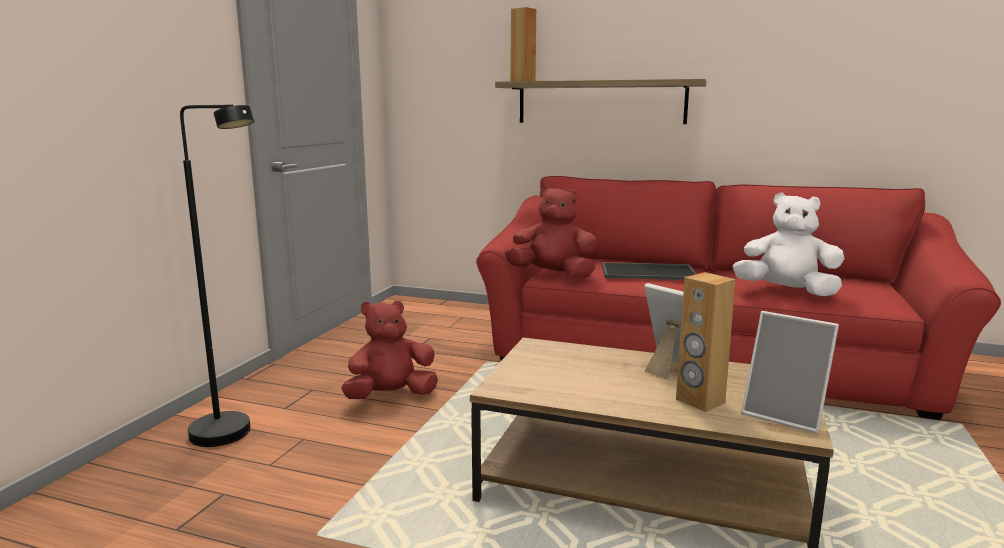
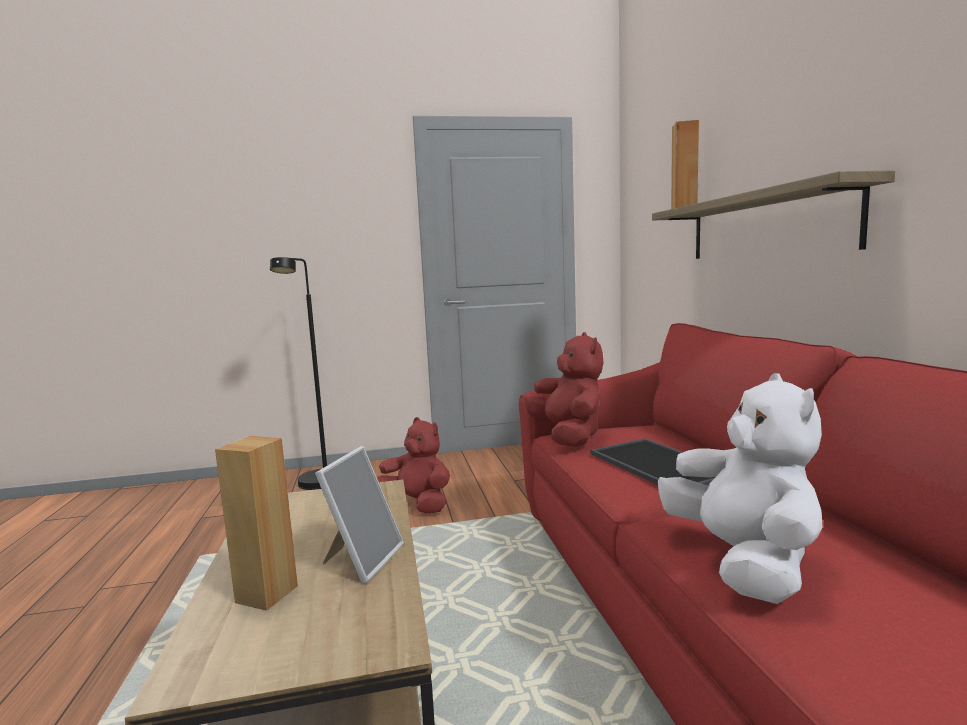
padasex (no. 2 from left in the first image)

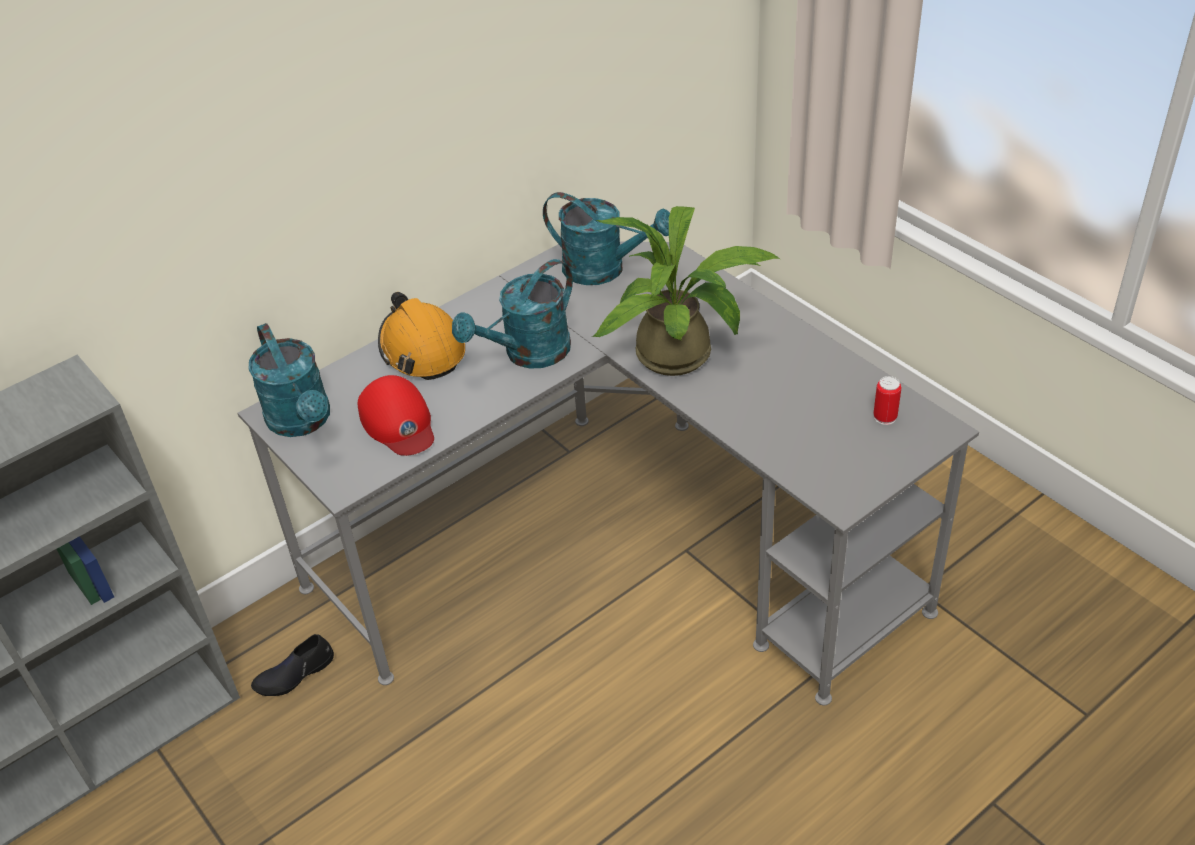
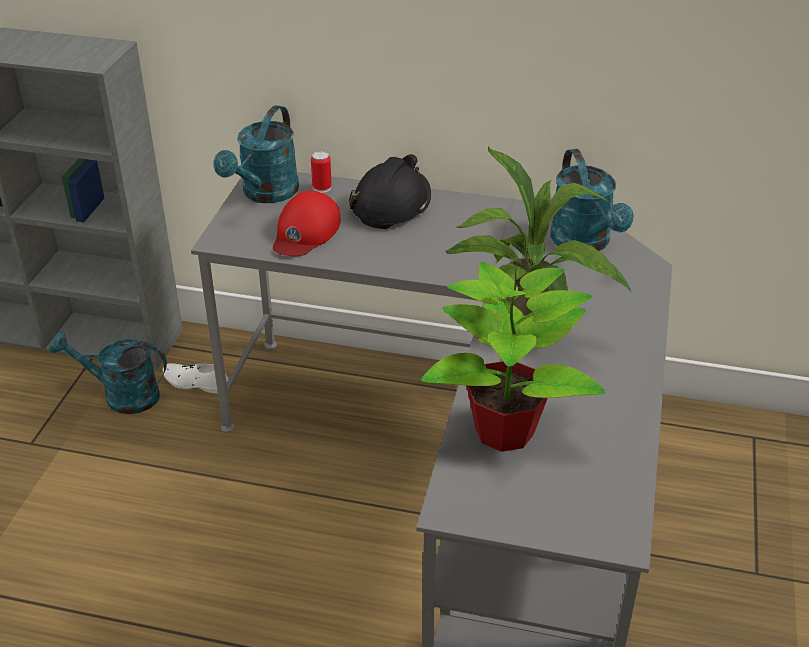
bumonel (no. 1 from left)
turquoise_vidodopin (no. 1 from left)
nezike
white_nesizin
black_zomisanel

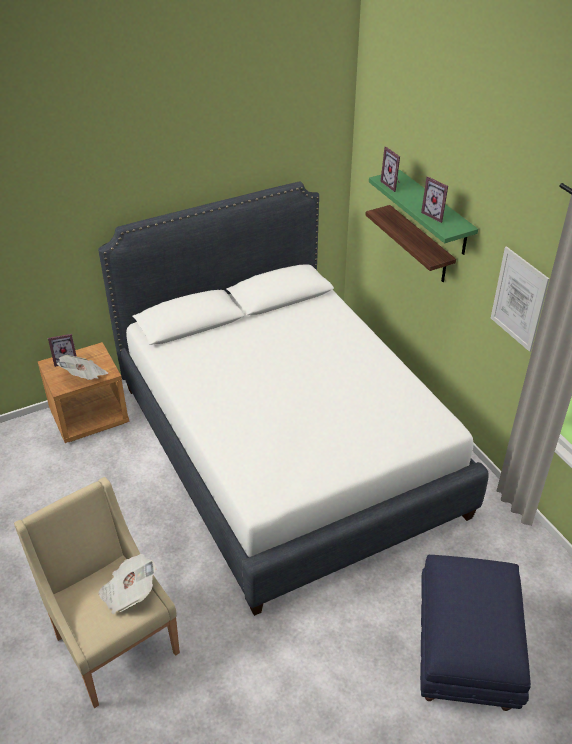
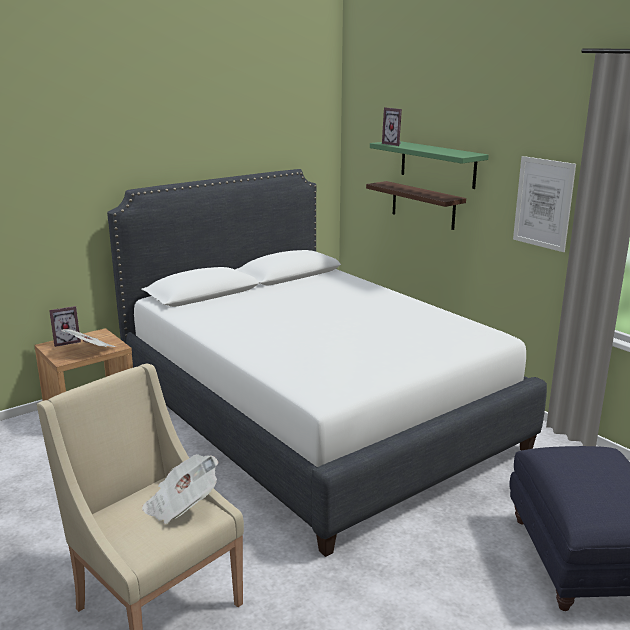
padasex (no. 3 from left in the first image)

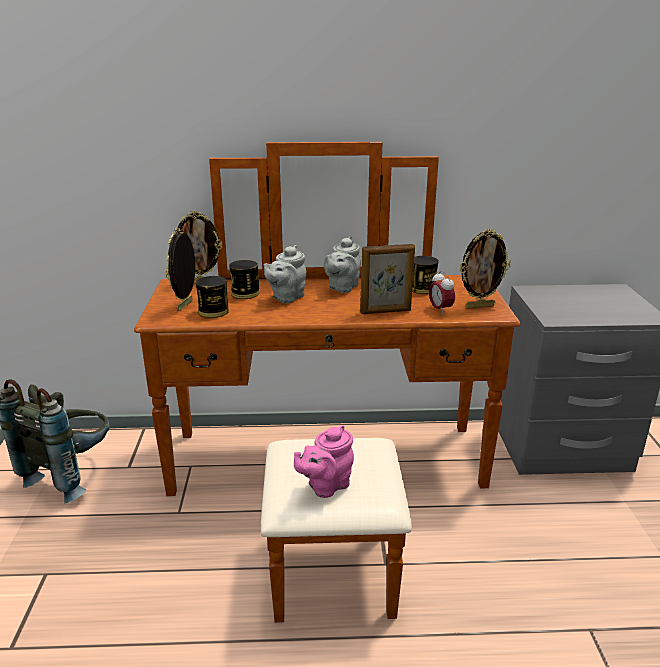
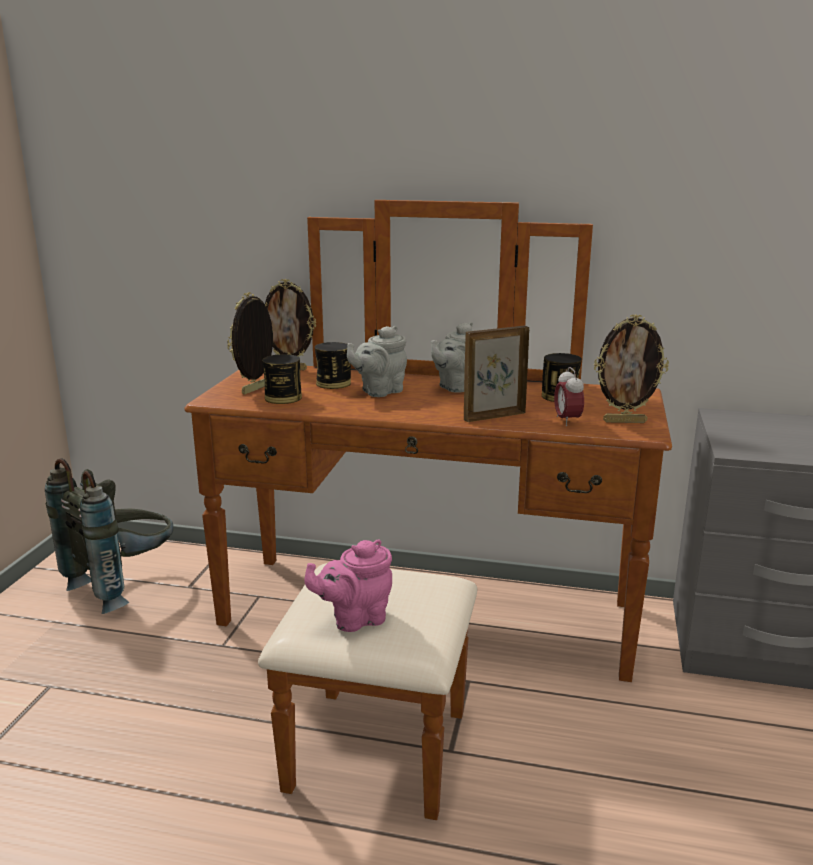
padasex (no. 3 from left)

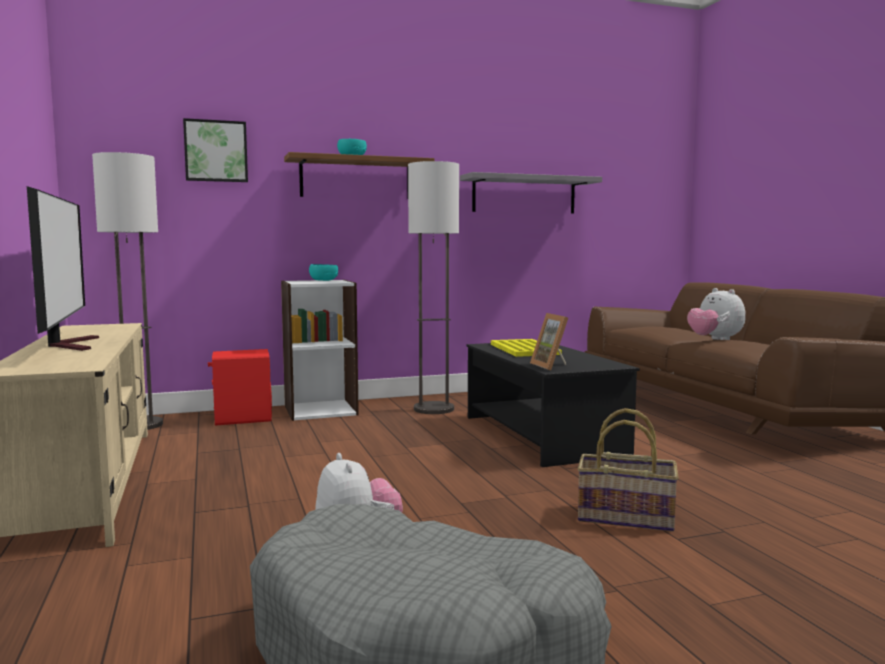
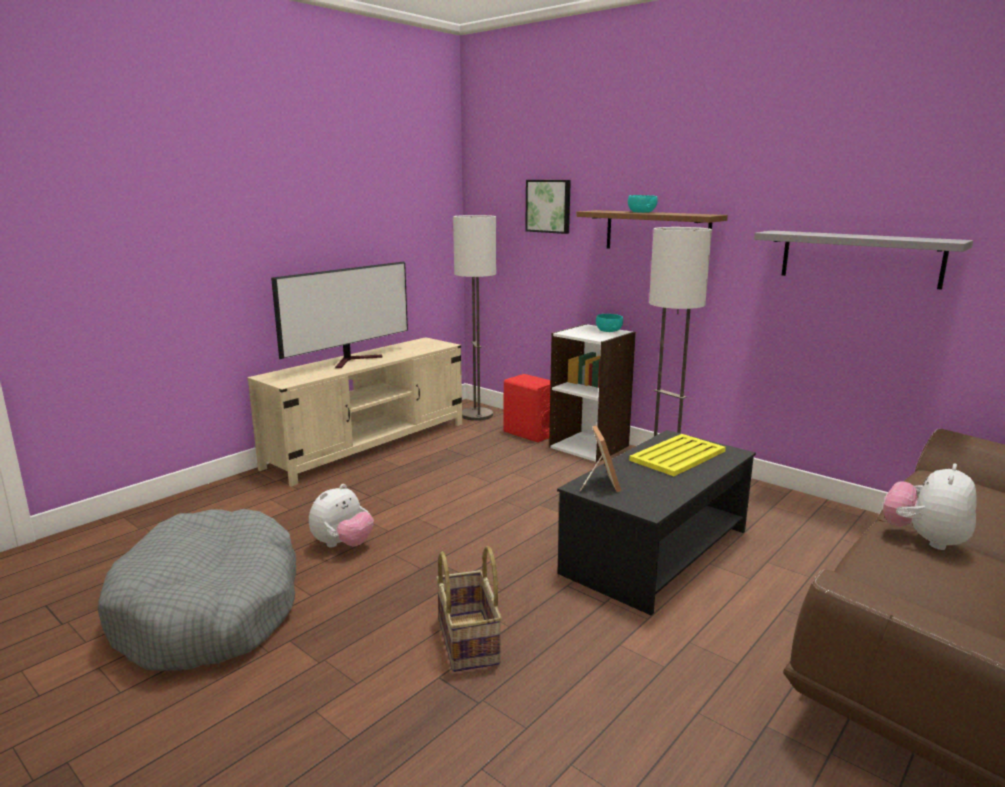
padasex

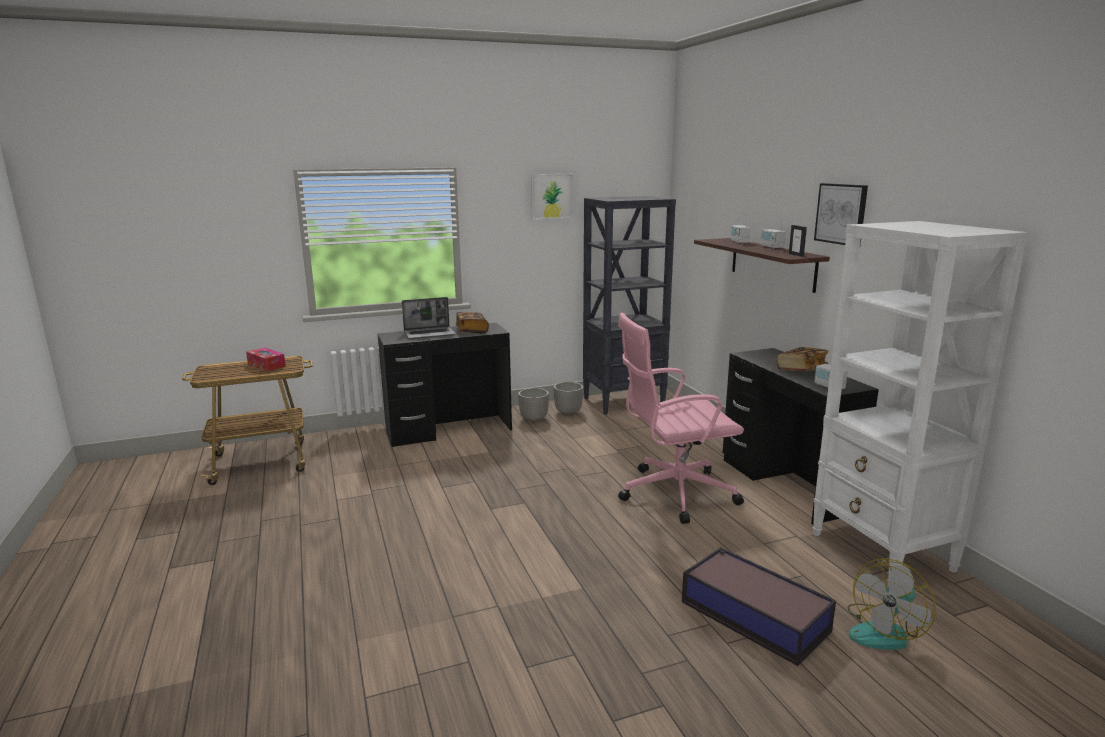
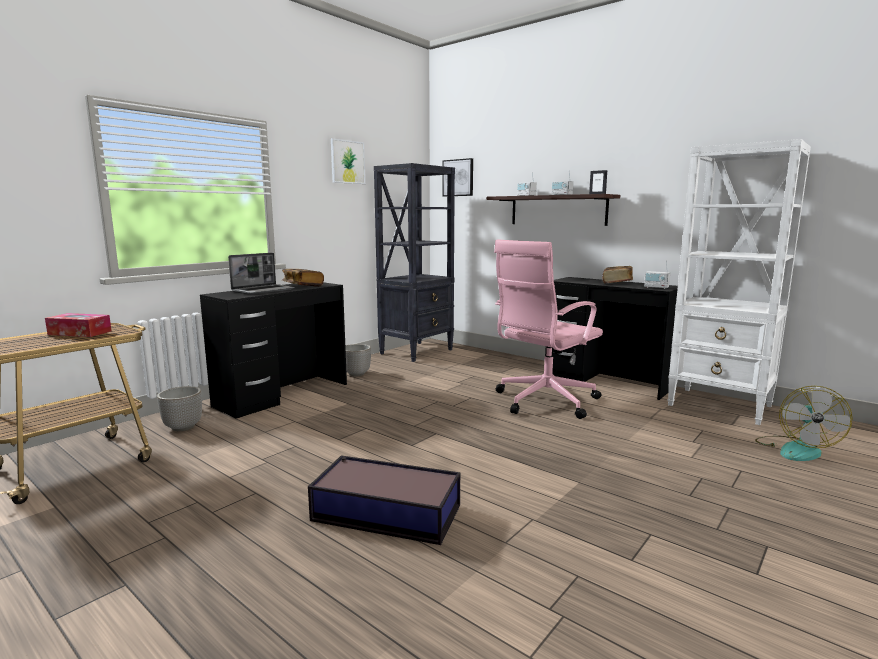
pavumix (no. 1 from left)
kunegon
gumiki (no. 2 from left)

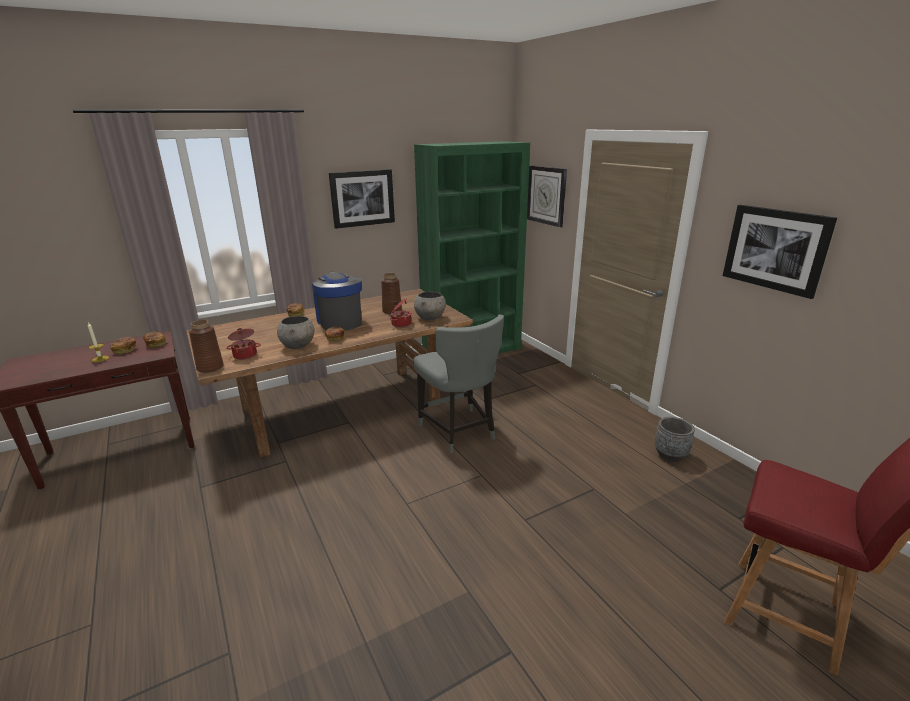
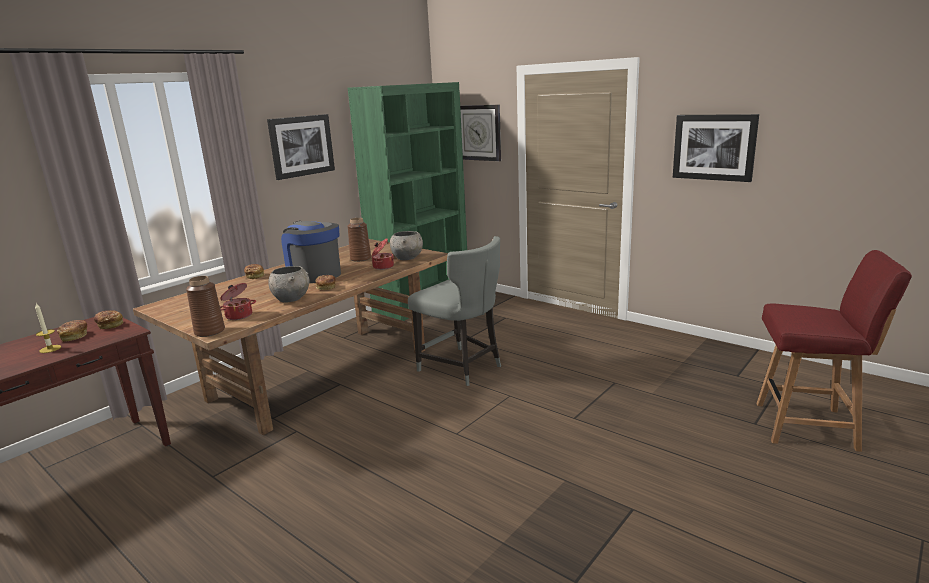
grey_pavumix

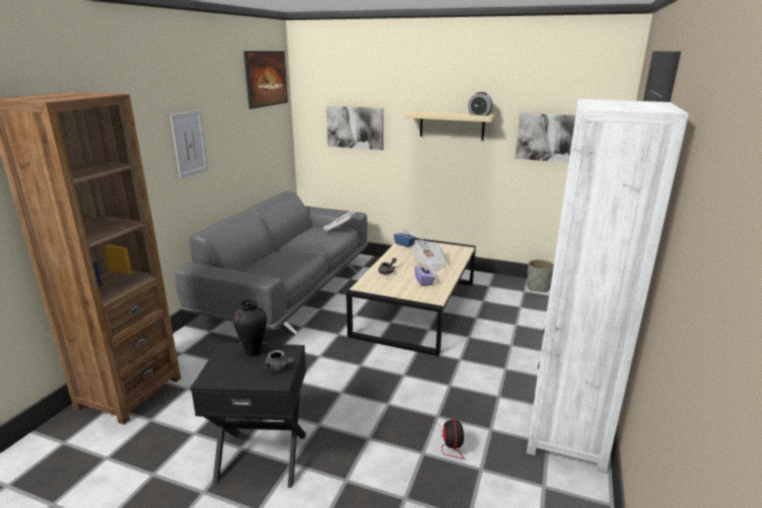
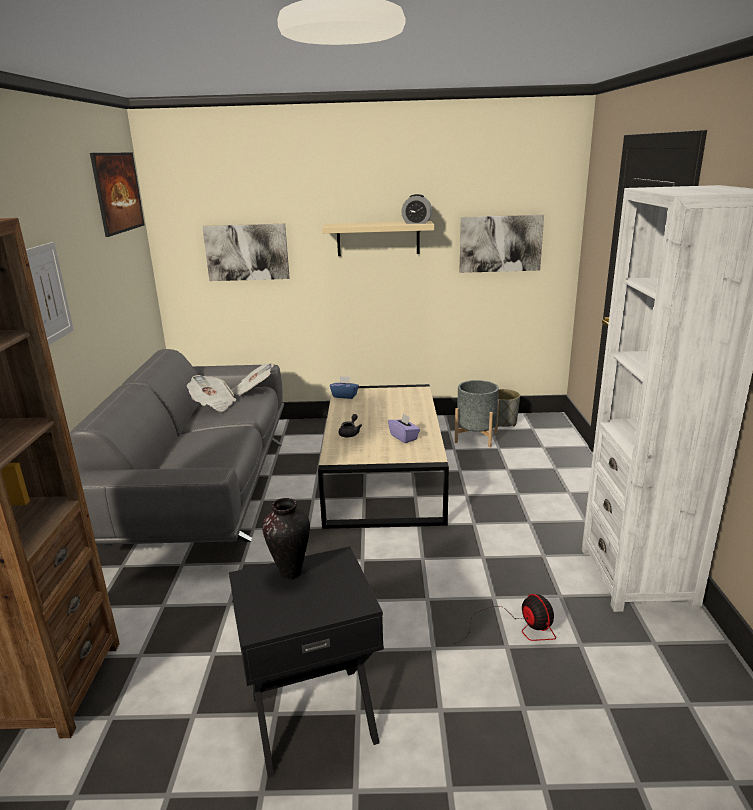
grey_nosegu (no. 1 from left in the first image)
grey_pavumix (no. 1 from left)
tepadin (no. 1 from left)

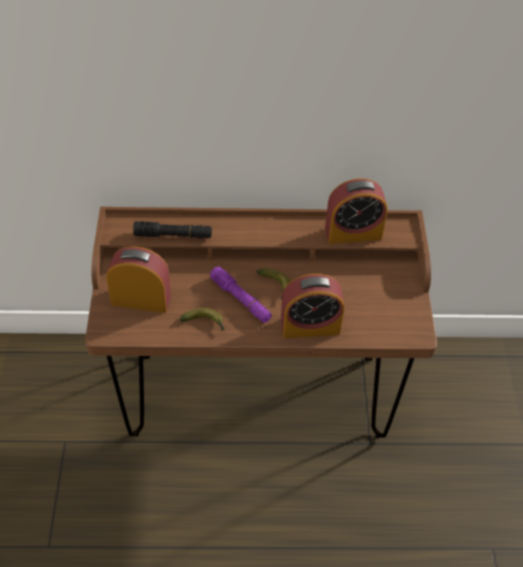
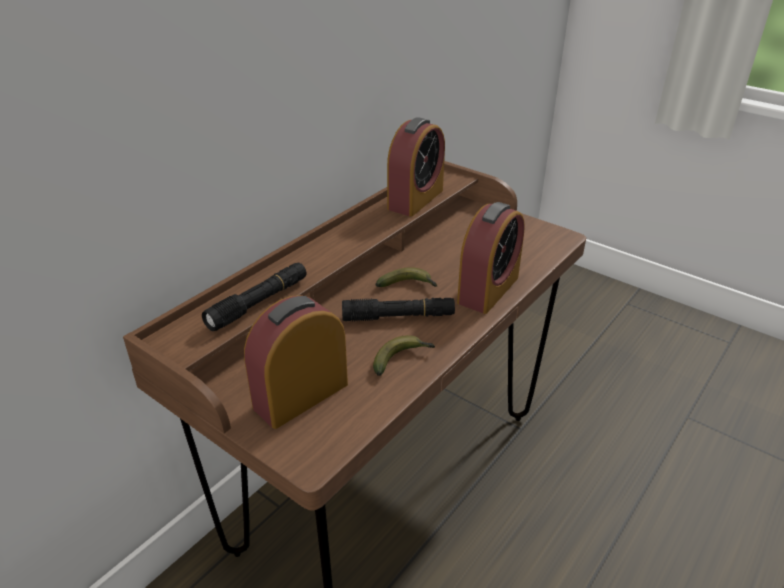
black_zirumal (no. 2 from left)

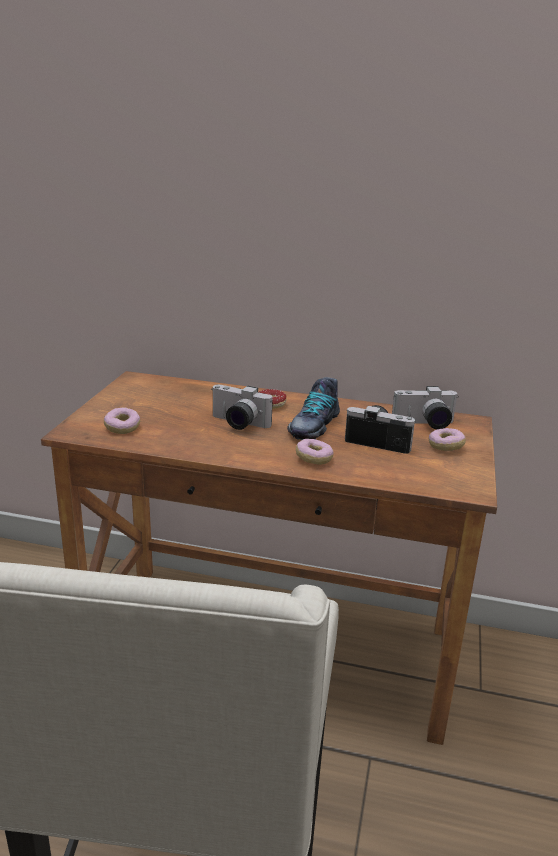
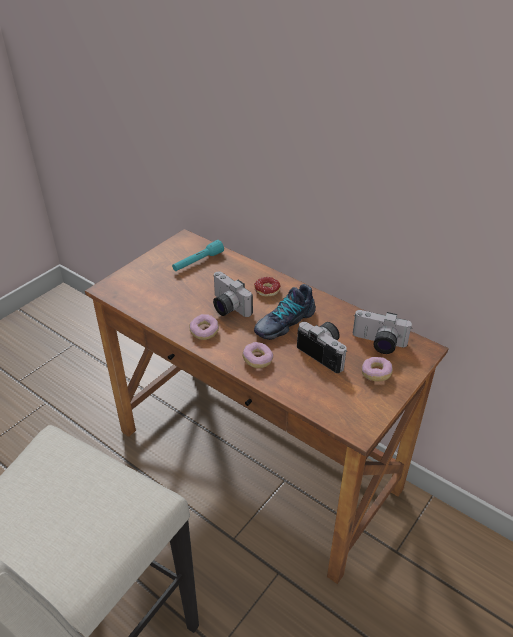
turquoise_zirumal
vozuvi (no. 1 from left)

